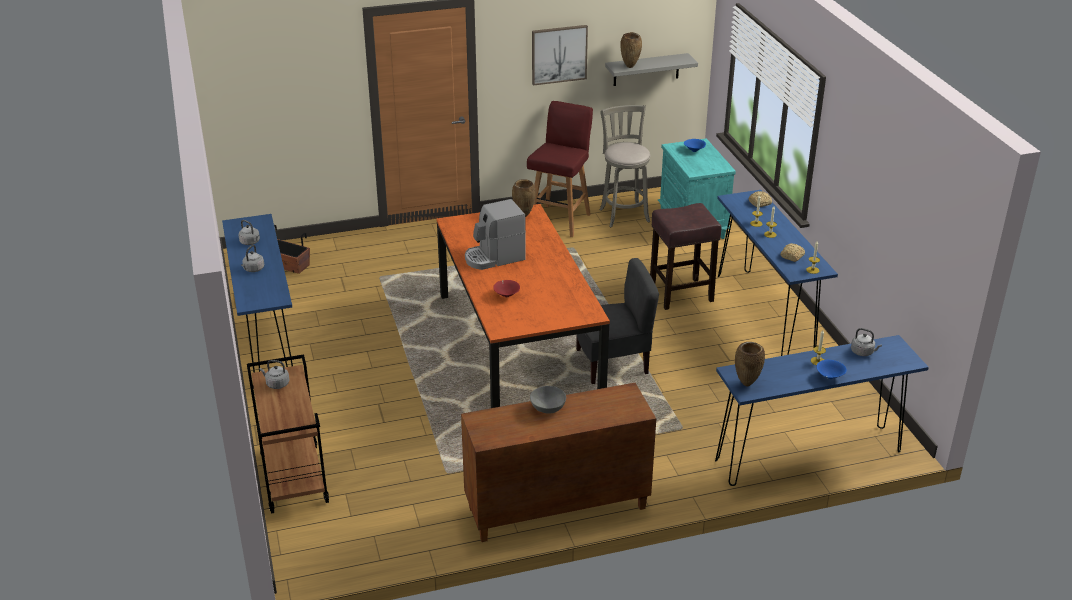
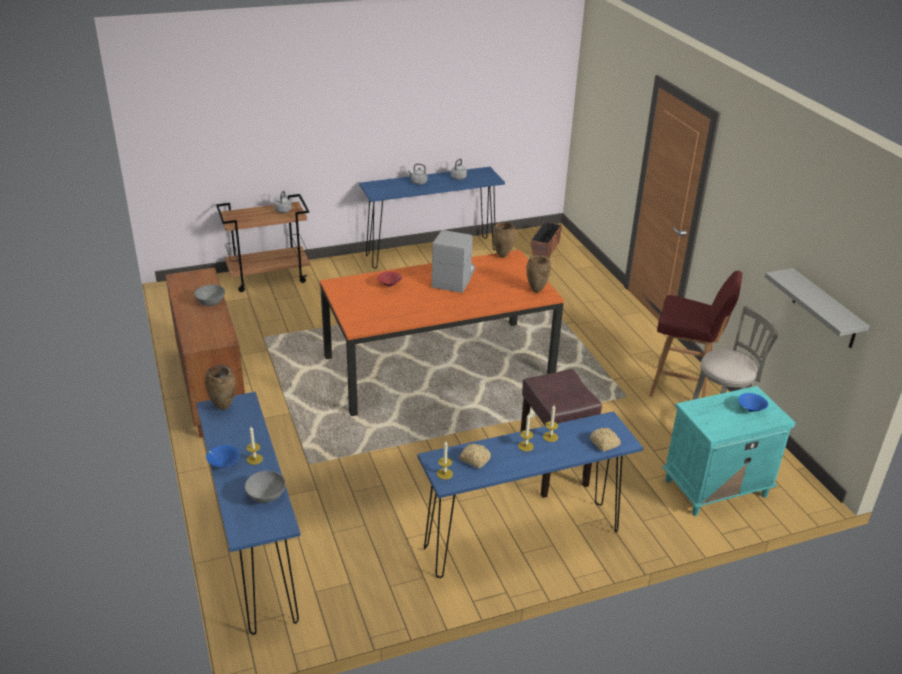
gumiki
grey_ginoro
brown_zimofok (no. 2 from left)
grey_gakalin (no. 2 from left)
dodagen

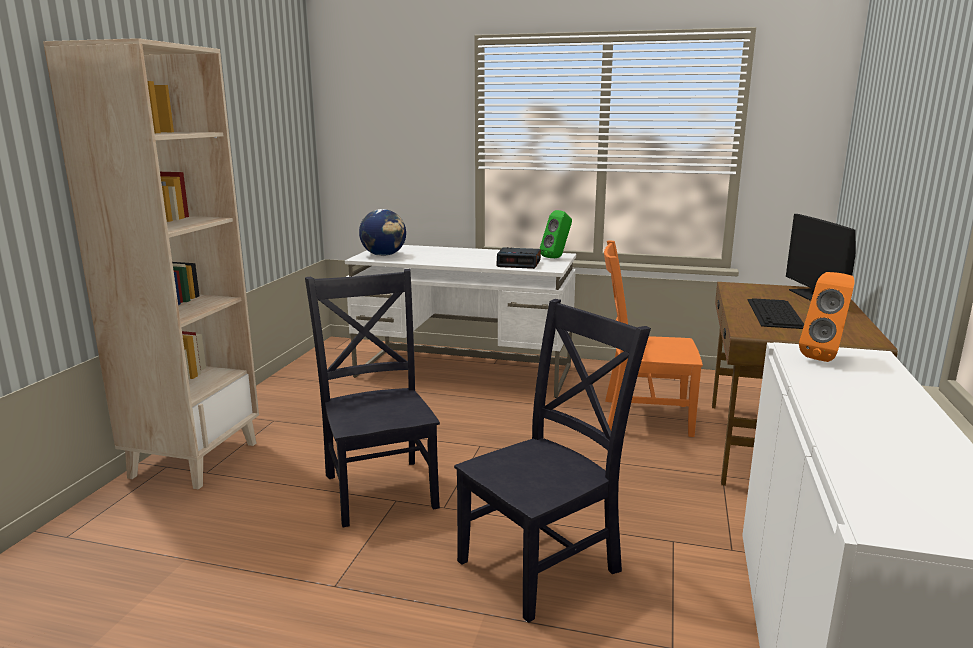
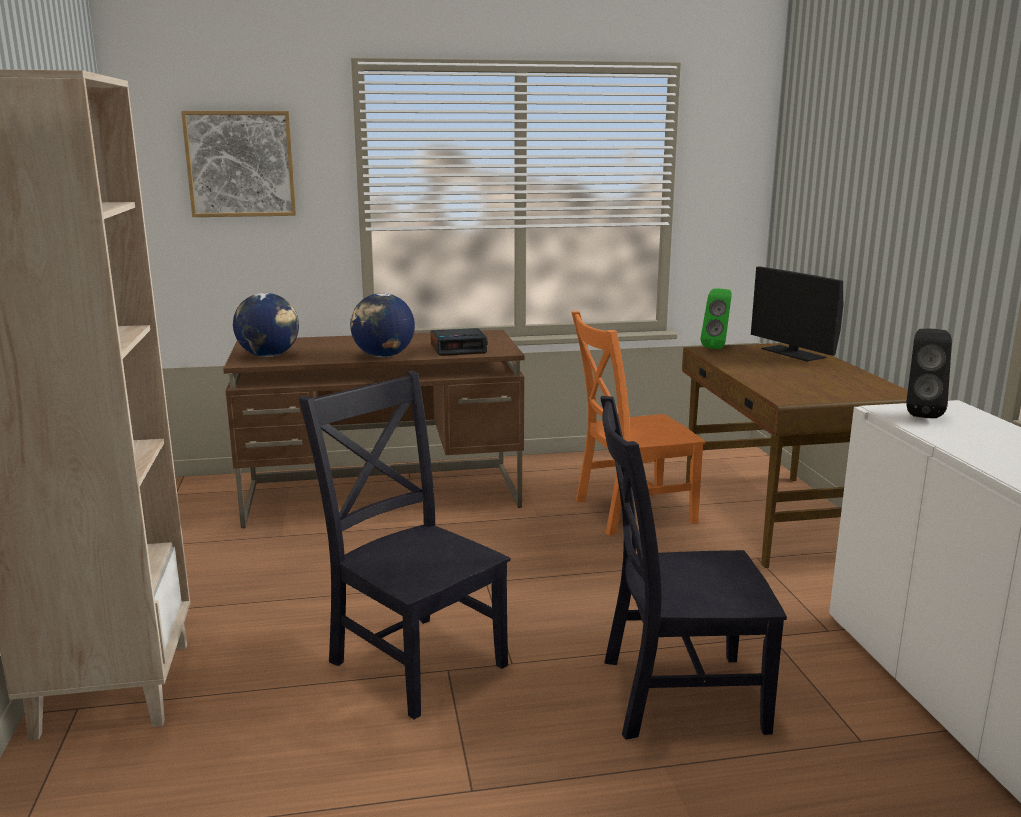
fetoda
gumiki
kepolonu (no. 2 from left)
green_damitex
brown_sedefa (no. 1 from left)
black_damitex
black_ginoro (no. 2 from left)

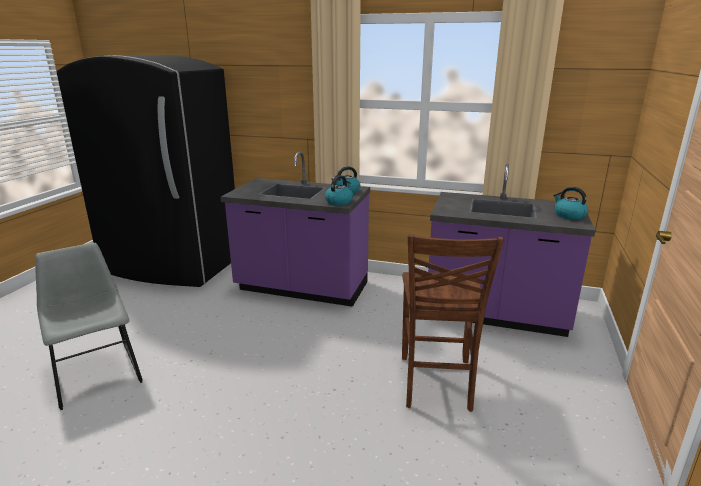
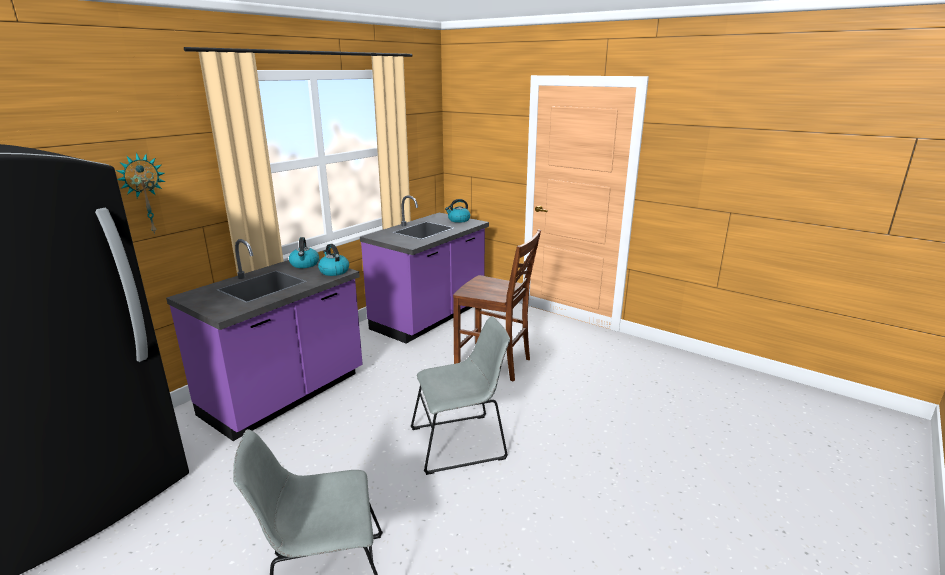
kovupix
grey_ginoro (no. 2 from left)

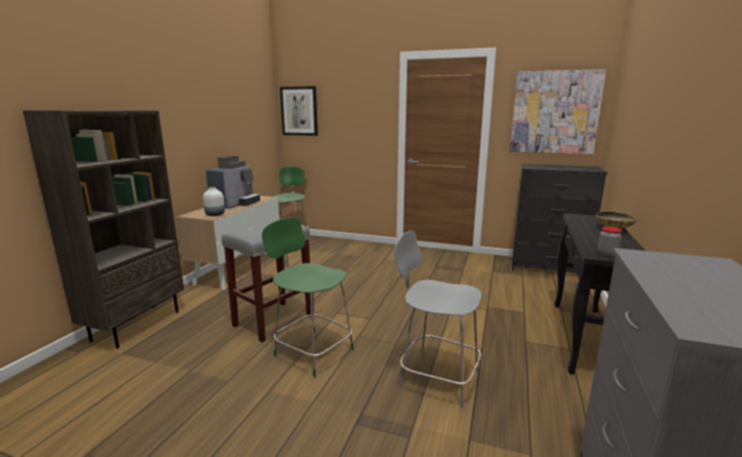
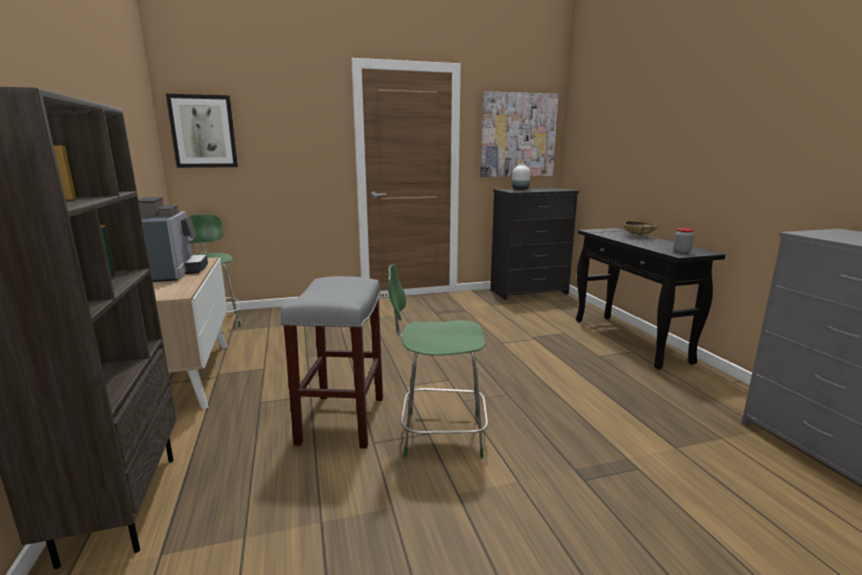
grey_ginoro
white_zimofok

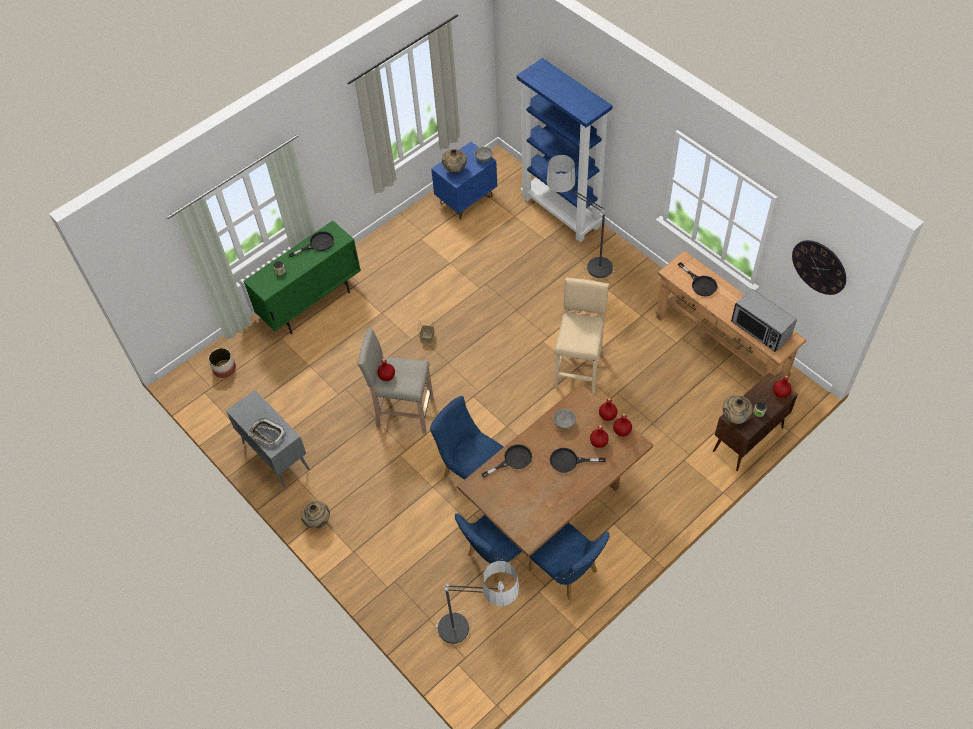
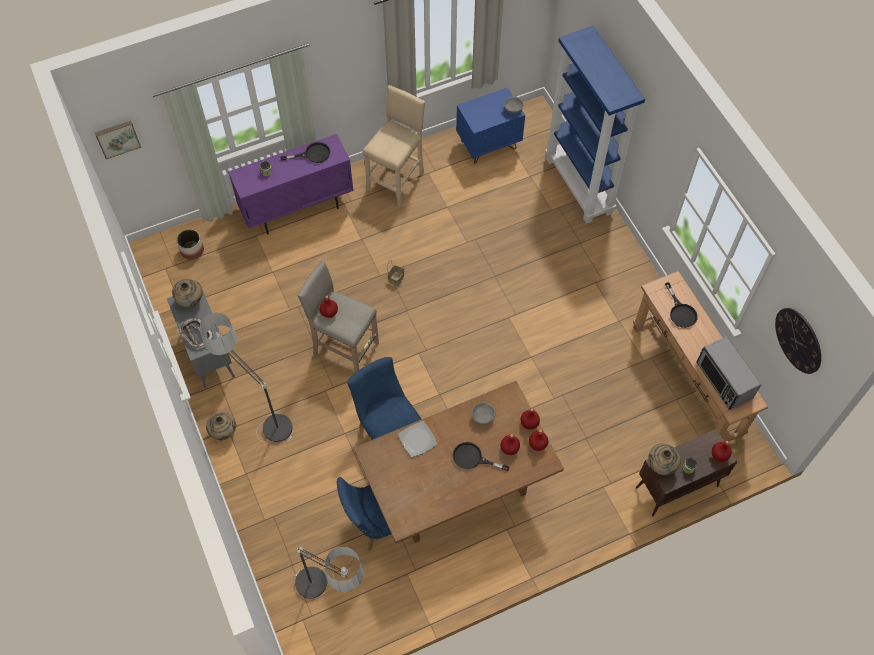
blue_ginoro (no. 3 from left in the first image)
gumiki
beige_zimofok (no. 1 from left)
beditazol (no. 1 from left)
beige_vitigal (no. 2 from left)
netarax
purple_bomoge

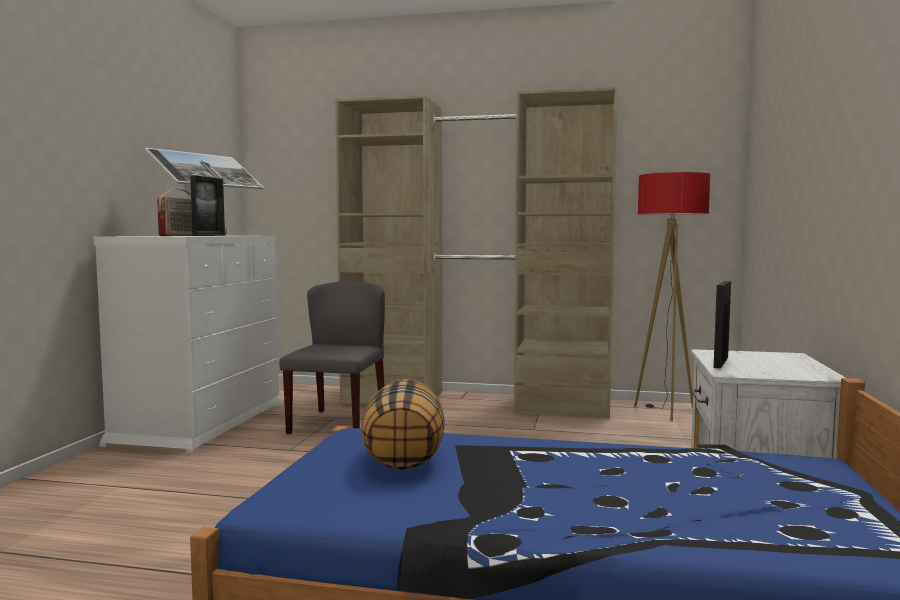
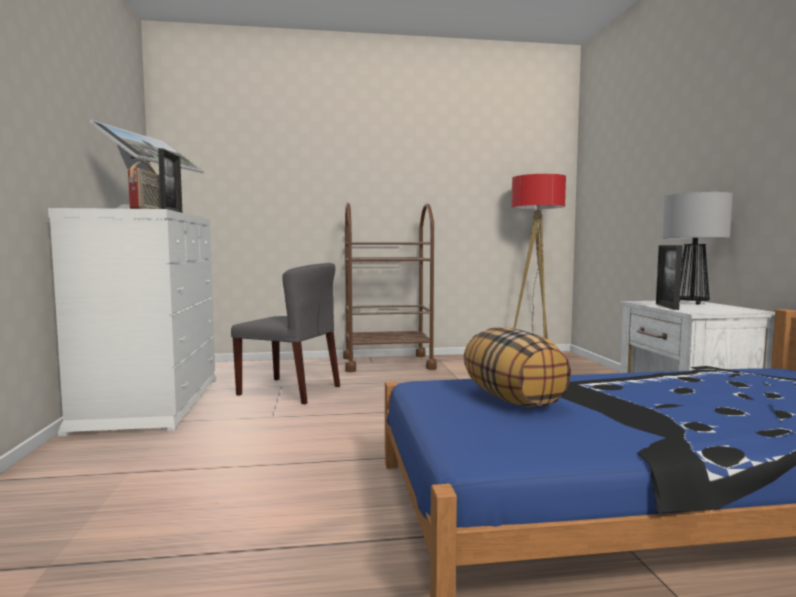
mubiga
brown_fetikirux
grey_ginoro

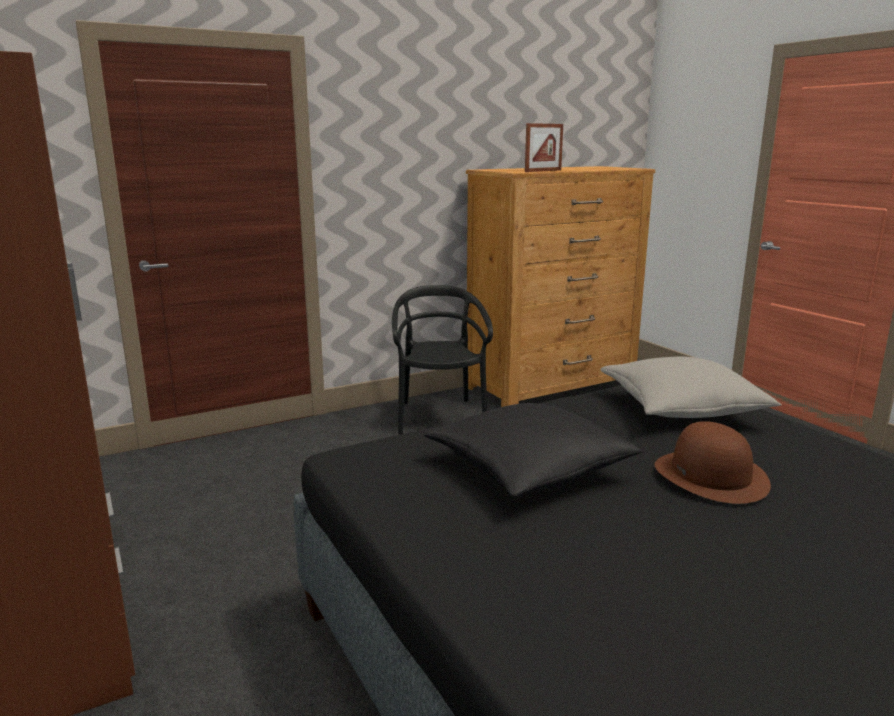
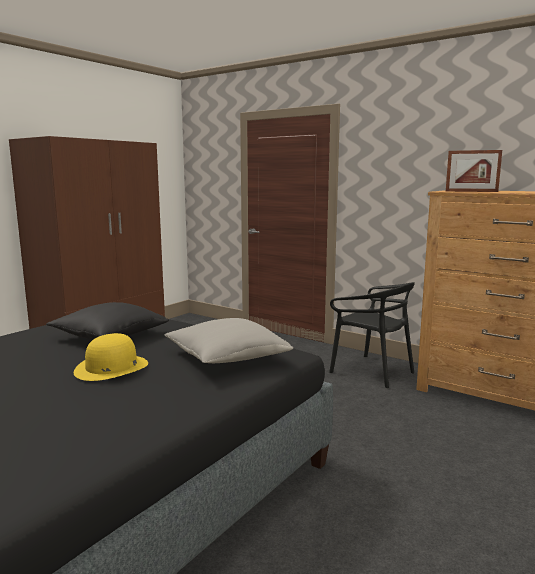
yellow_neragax
black_ginoro

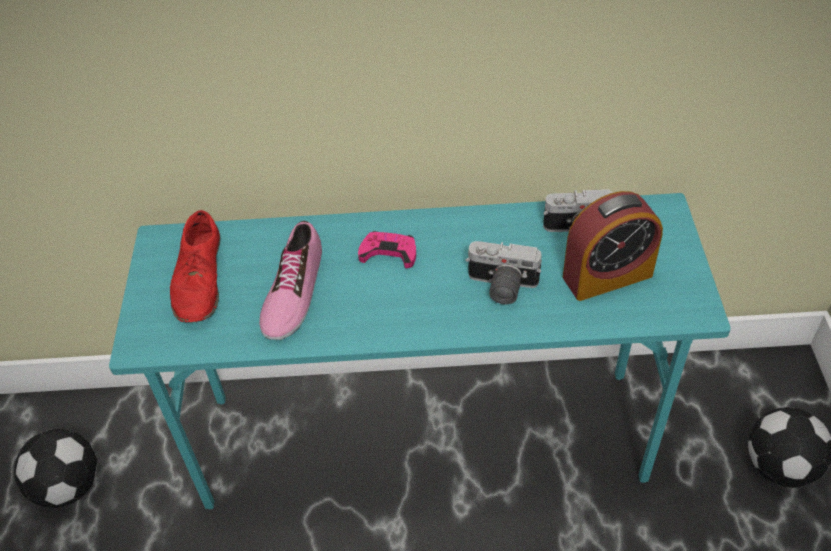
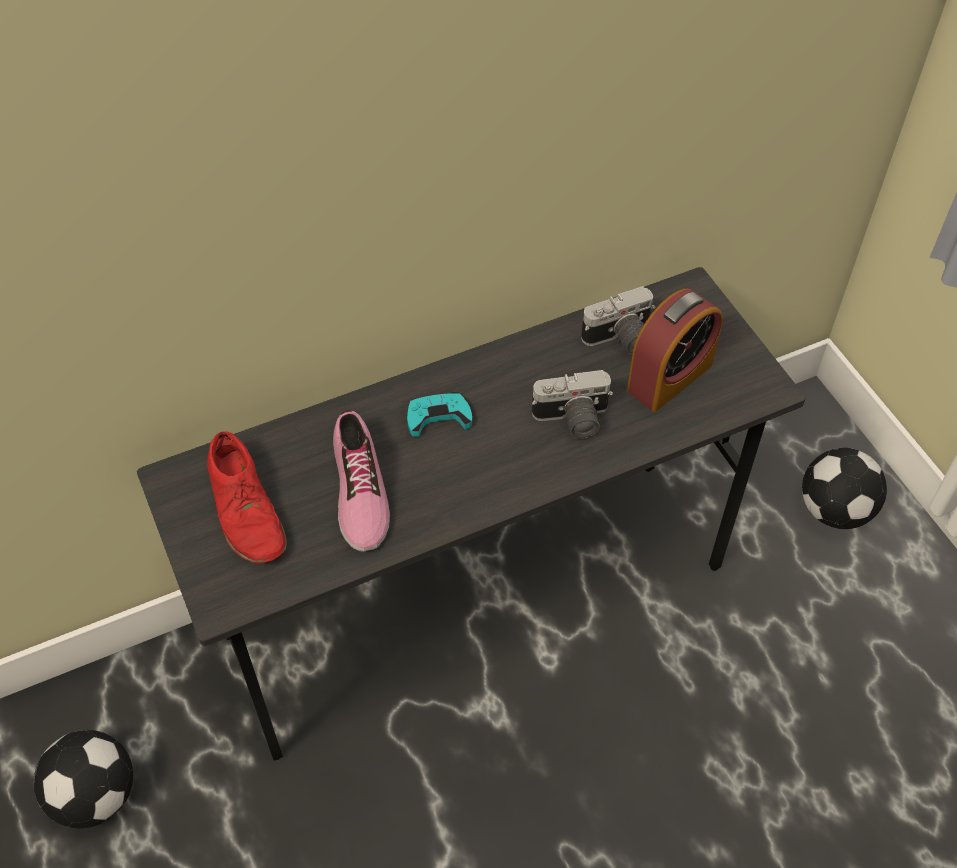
grey_sedefa
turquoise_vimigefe

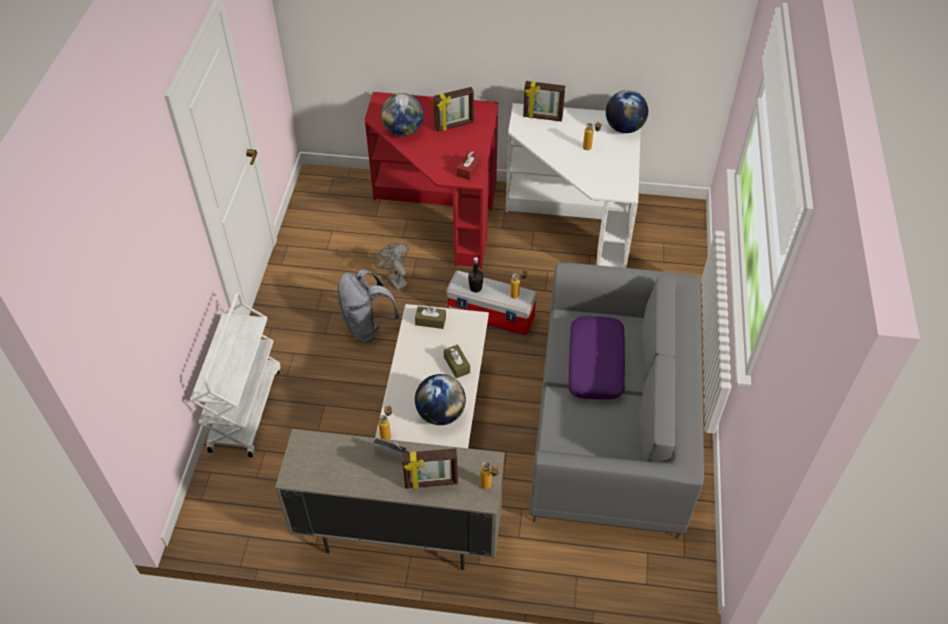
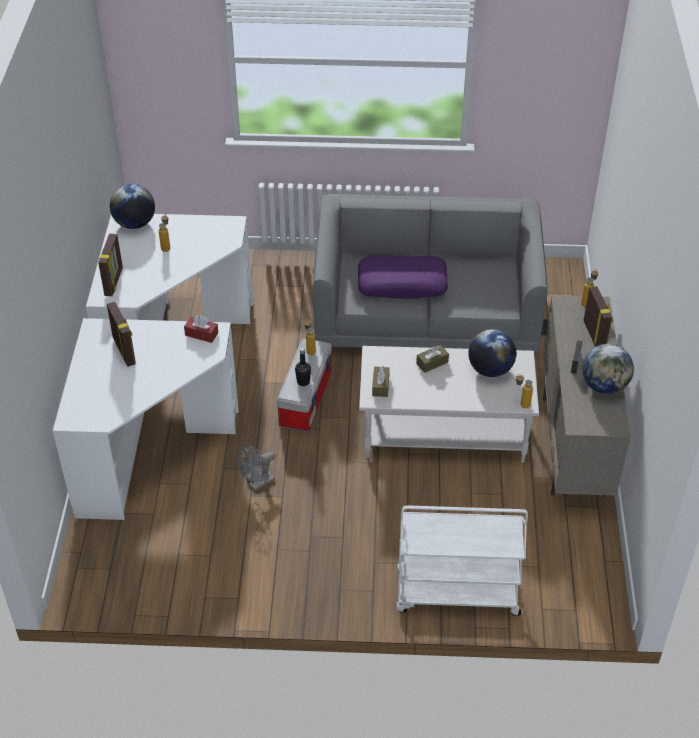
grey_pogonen
kepolonu (no. 3 from left)
white_sedefa (no. 1 from left)

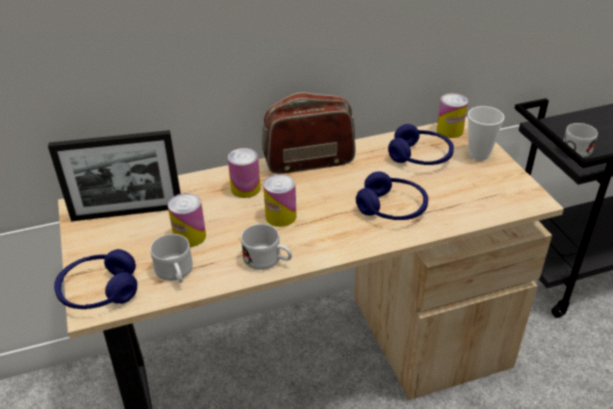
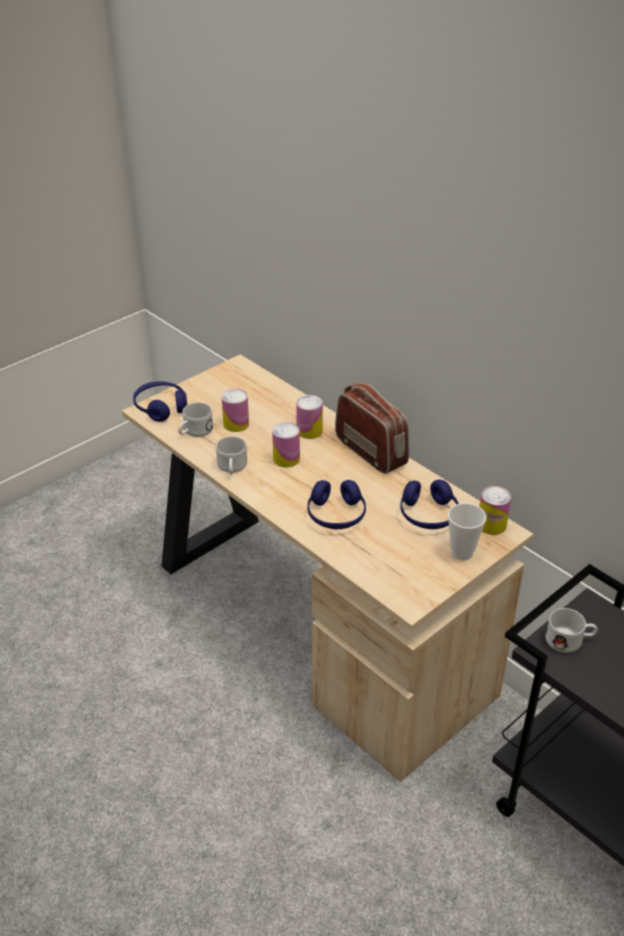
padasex

